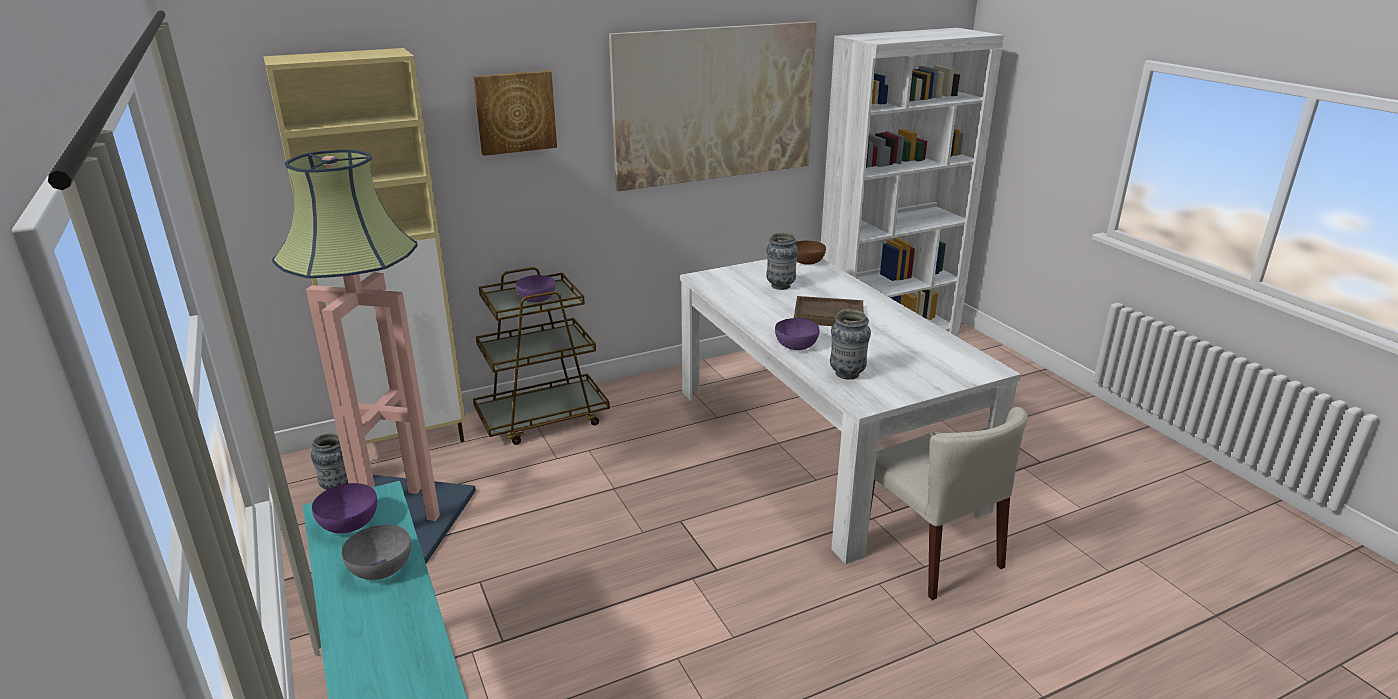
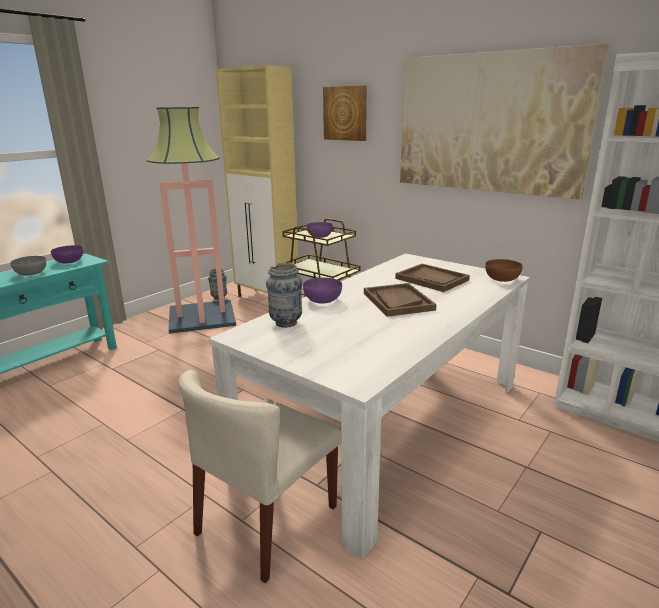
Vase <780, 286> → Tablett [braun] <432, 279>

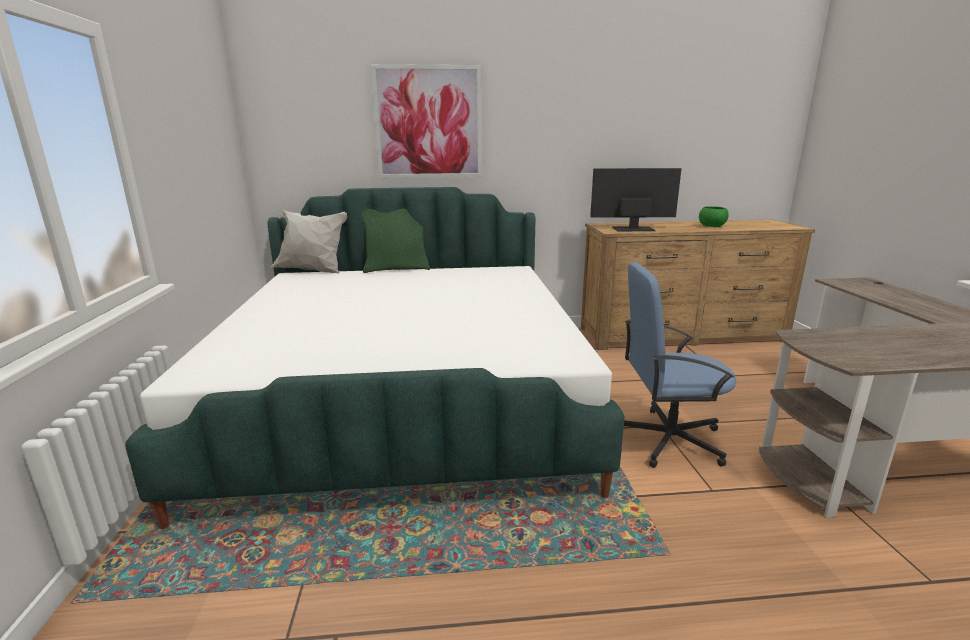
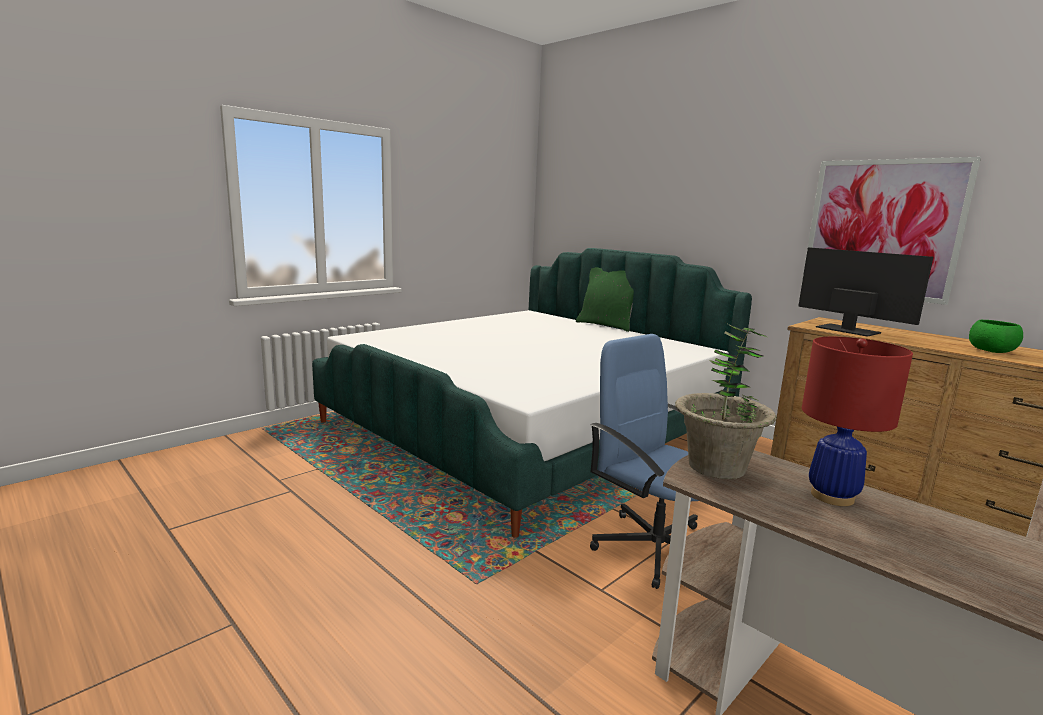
Bild <428, 123> → Bild <882, 229>, move
Kissen [weiß] <313, 271> → -
- → Topfpflanze <717, 467>
- → Tischlampe [rot] <831, 496>

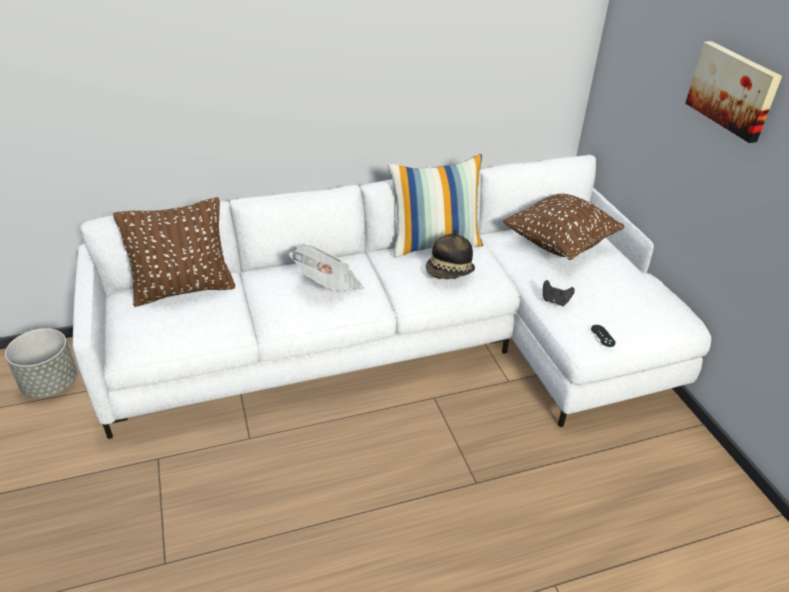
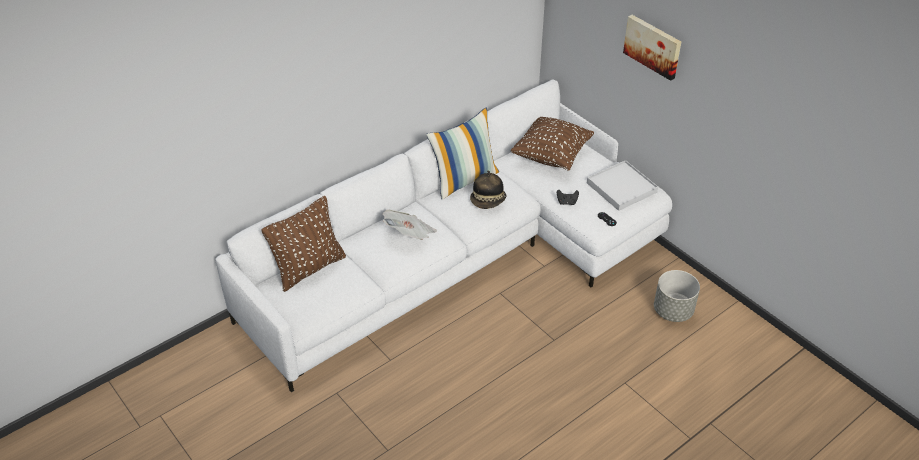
Pflanzkübel [grau] <51, 384> → Pflanzkübel [grau] <672, 310>, move
- → Tablett [weiß] <621, 188>

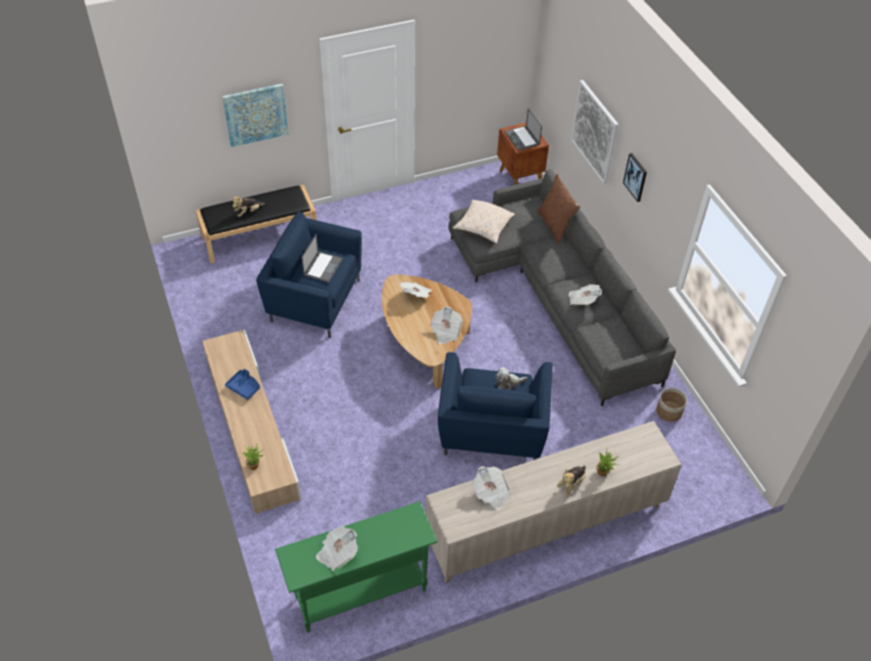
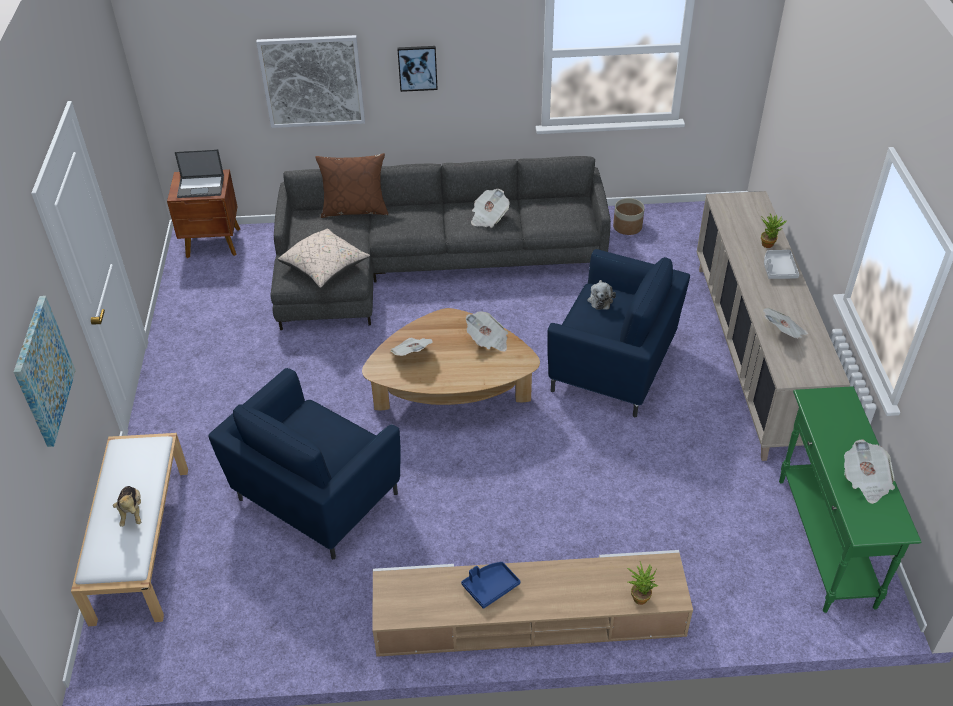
Bank [schwarz] <260, 235> → Bank [weiß] <140, 541>
Laptop <323, 266> → -
Plüschtier <571, 483> → Tablett [grau] <778, 269>

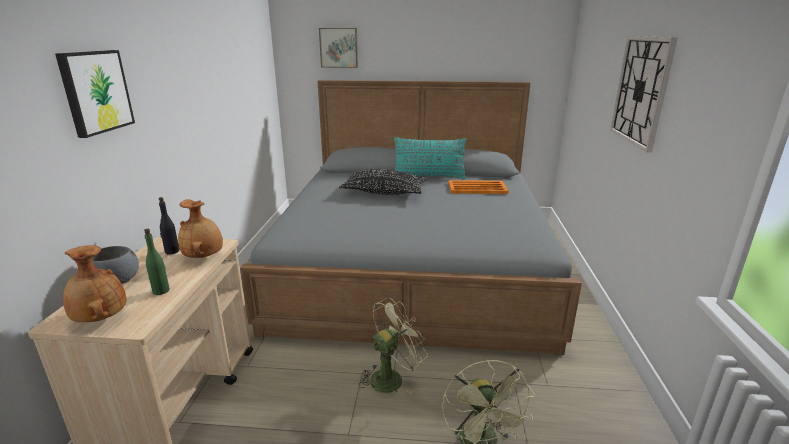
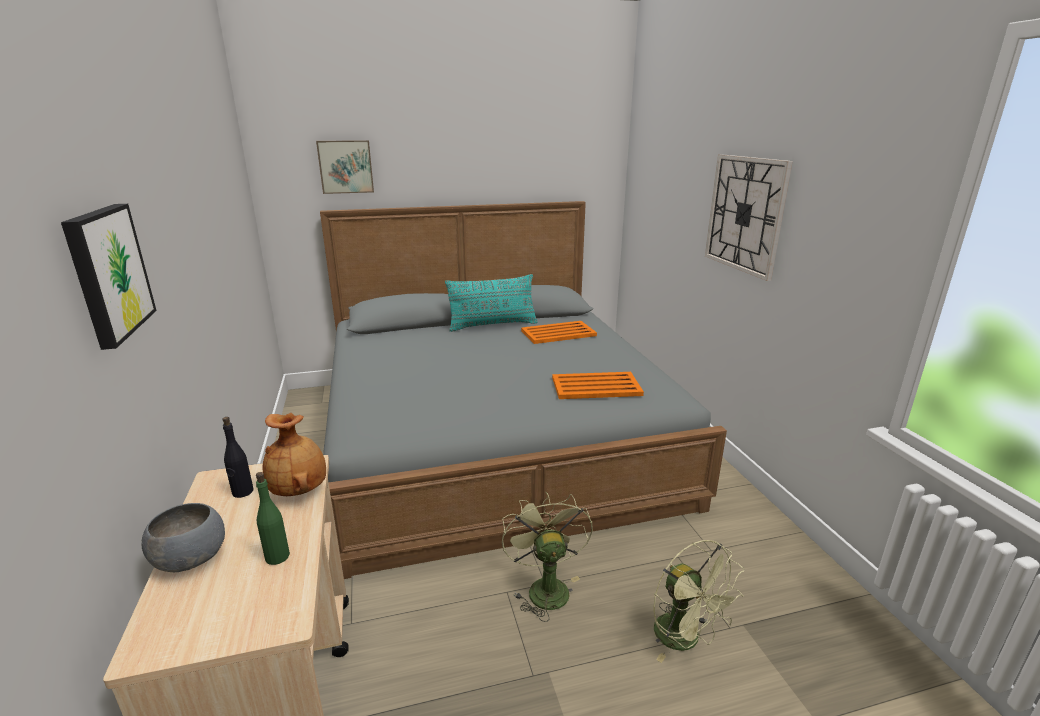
Kissen [schwarz] <384, 192> → -
Vase [braun] <100, 318> → -
Ventilator [grün] <391, 377> → Ventilator [grün] <544, 587>, 45 degrees counterclockwise
- → Tablett [orange] <595, 386>

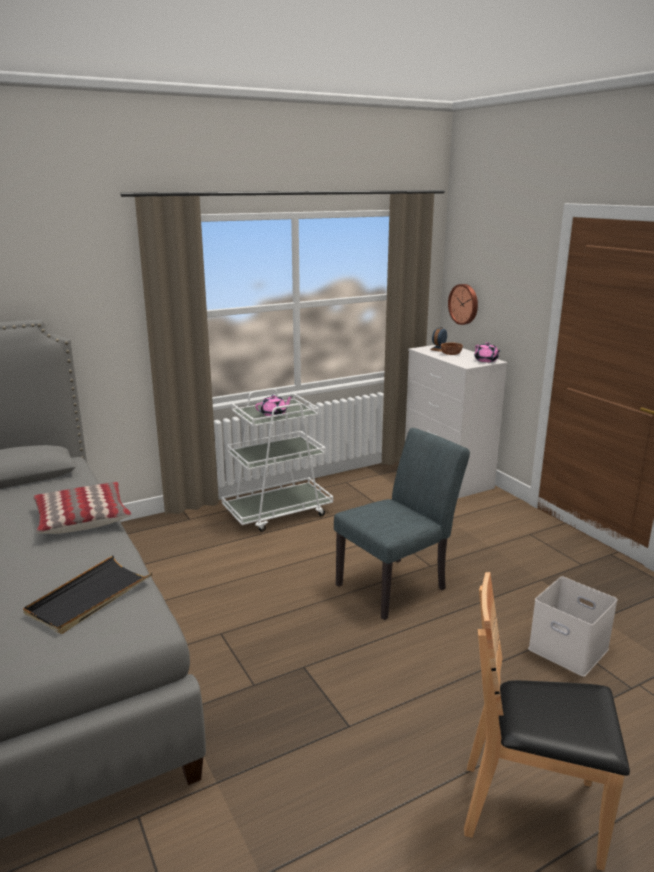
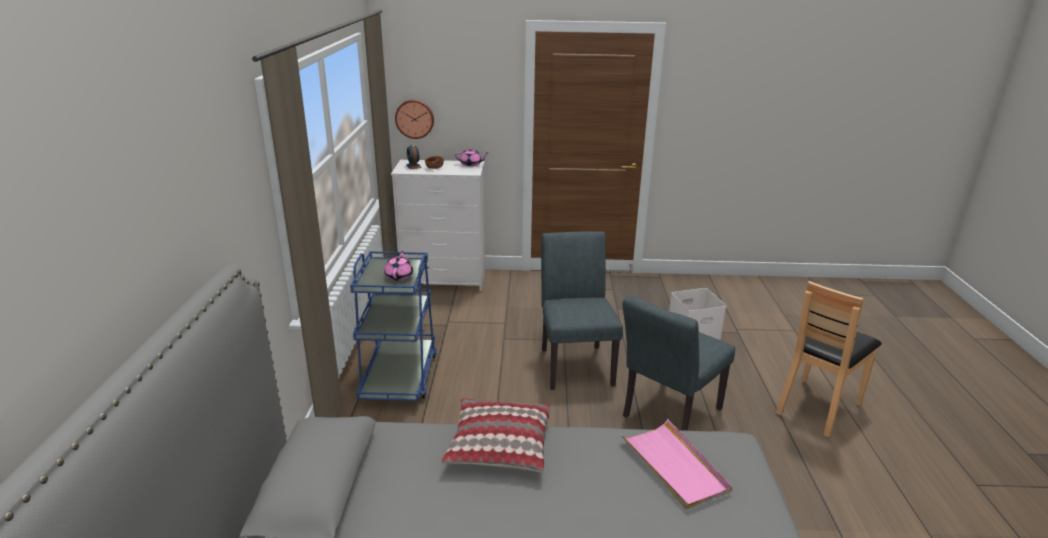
Rollwagen [weiß] <278, 512> → Rollwagen [blau] <399, 377>
Tablett [schwarz] <89, 597> → Tablett [rosa] <674, 466>
- → Stuhl [grau] <667, 416>

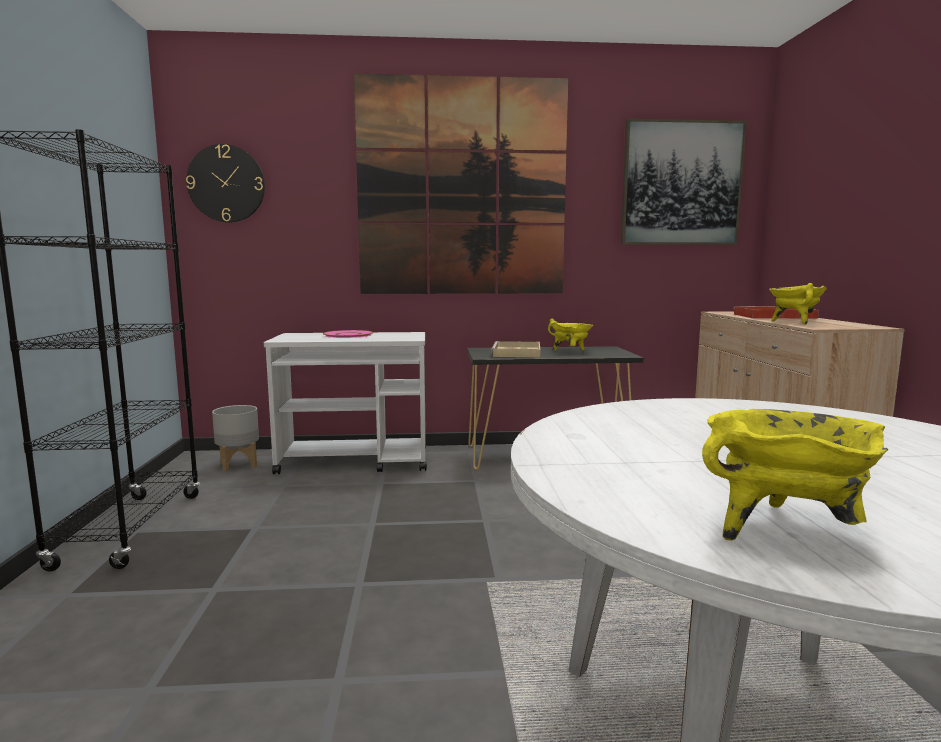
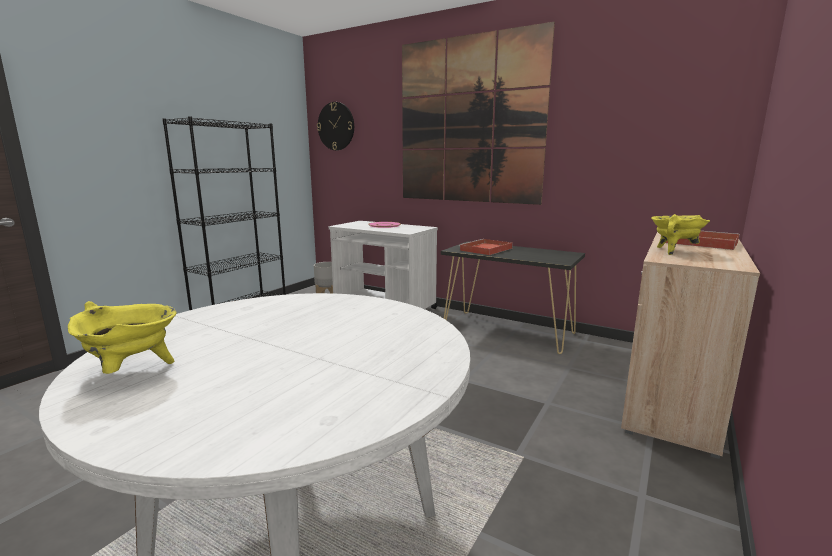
Bild <681, 184> → -
Kochtopf [gelb] <570, 351> → -
Tablett [beige] <517, 353> → Tablett [rot] <485, 249>

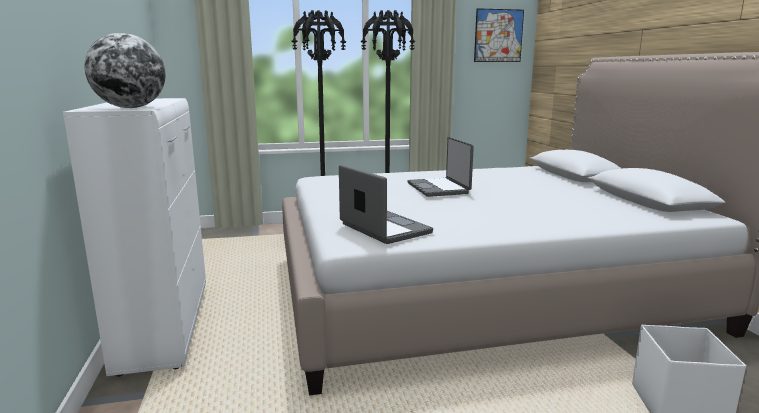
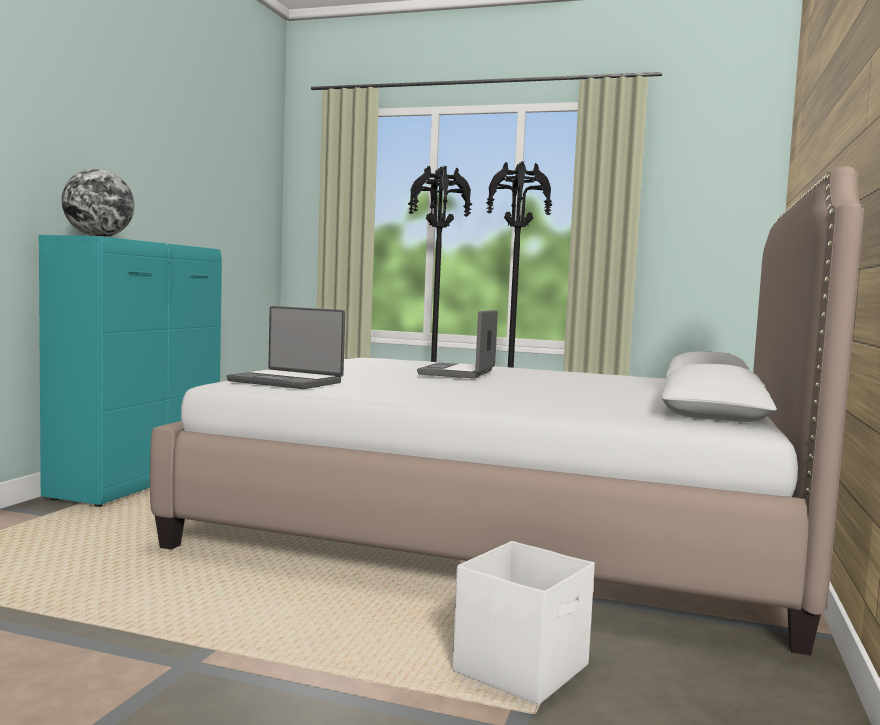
Bild <498, 35> → -
Schrank [weiß] <165, 327> → Schrank [türkis] <139, 482>
Laptop <383, 229> → Laptop <287, 381>, 120 degrees clockwise

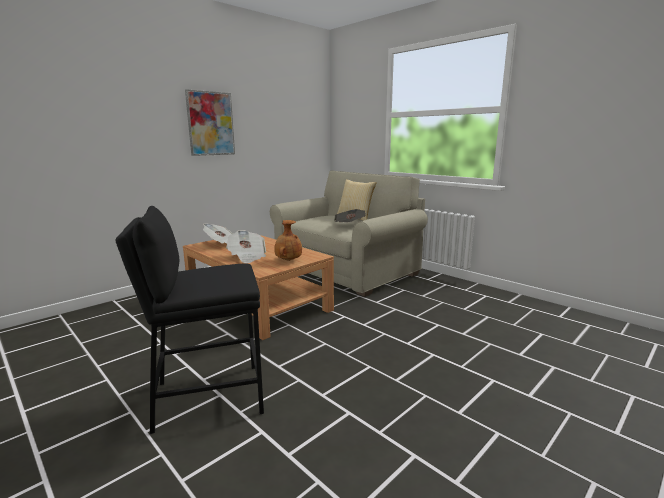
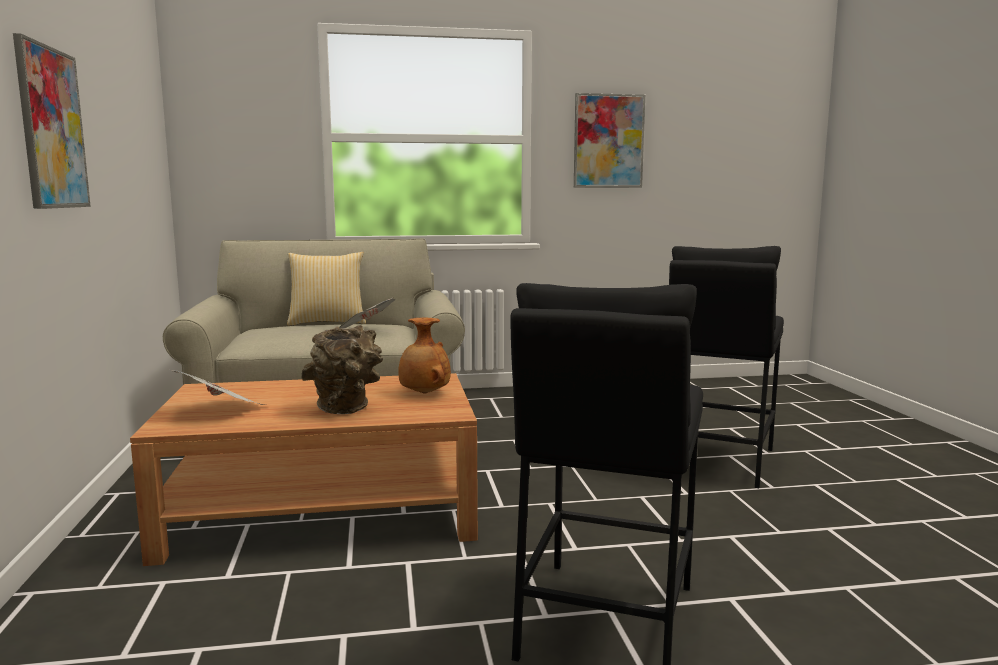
Zeitung <247, 257> → Vase [braun] <347, 409>
- → Bild <608, 141>
- → Hocker [schwarz] <717, 460>

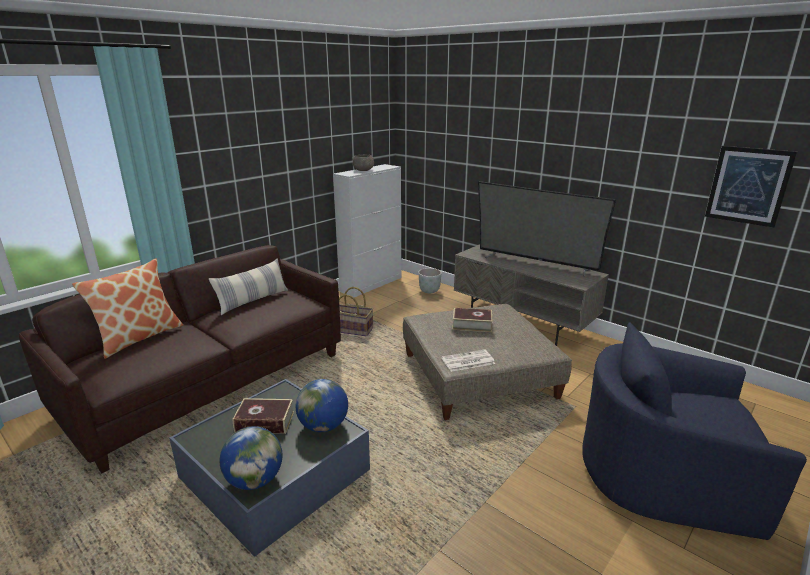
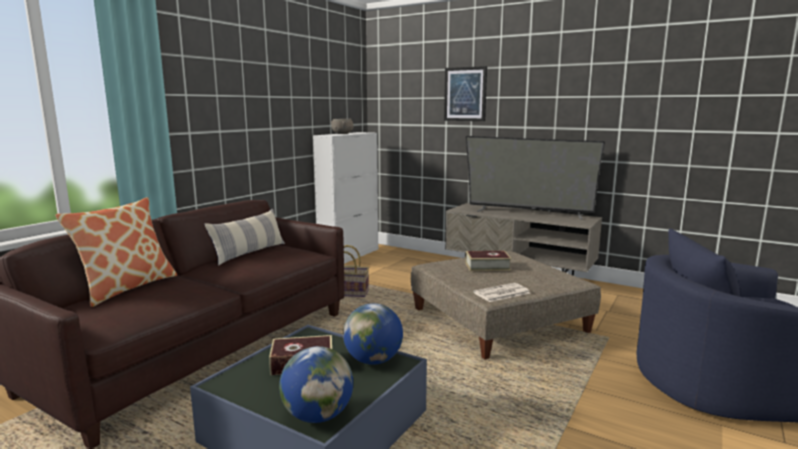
Bild <748, 185> → Bild <465, 94>, move
Pflanzkübel [grau] <429, 291> → -

